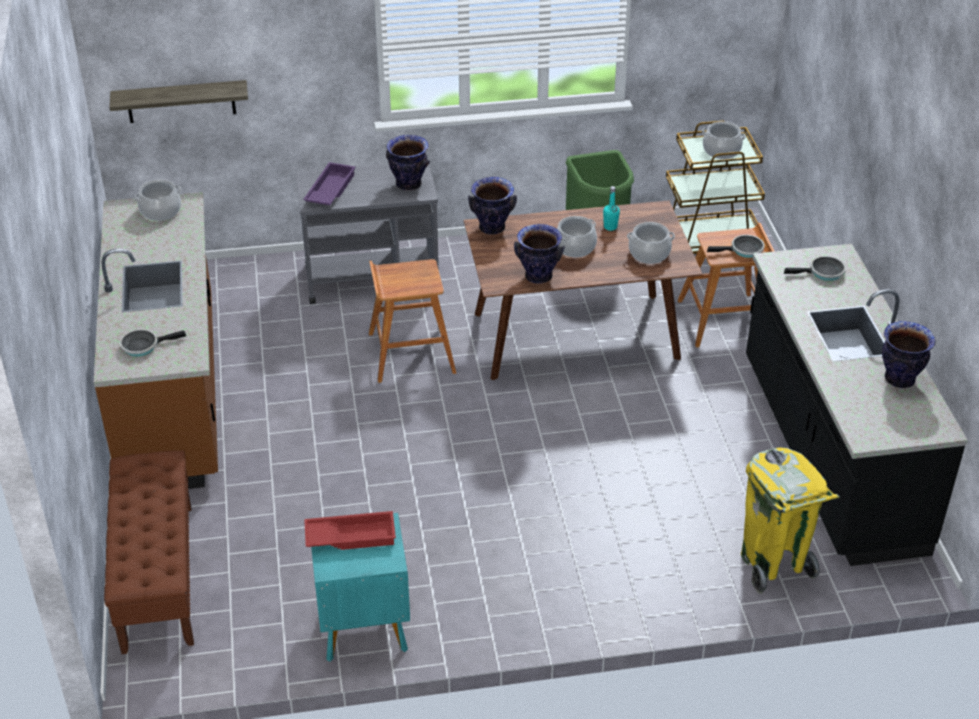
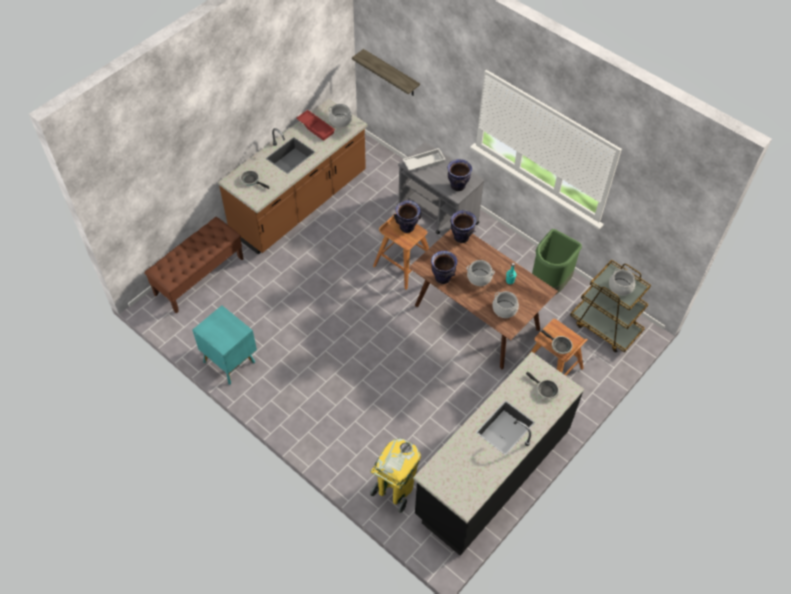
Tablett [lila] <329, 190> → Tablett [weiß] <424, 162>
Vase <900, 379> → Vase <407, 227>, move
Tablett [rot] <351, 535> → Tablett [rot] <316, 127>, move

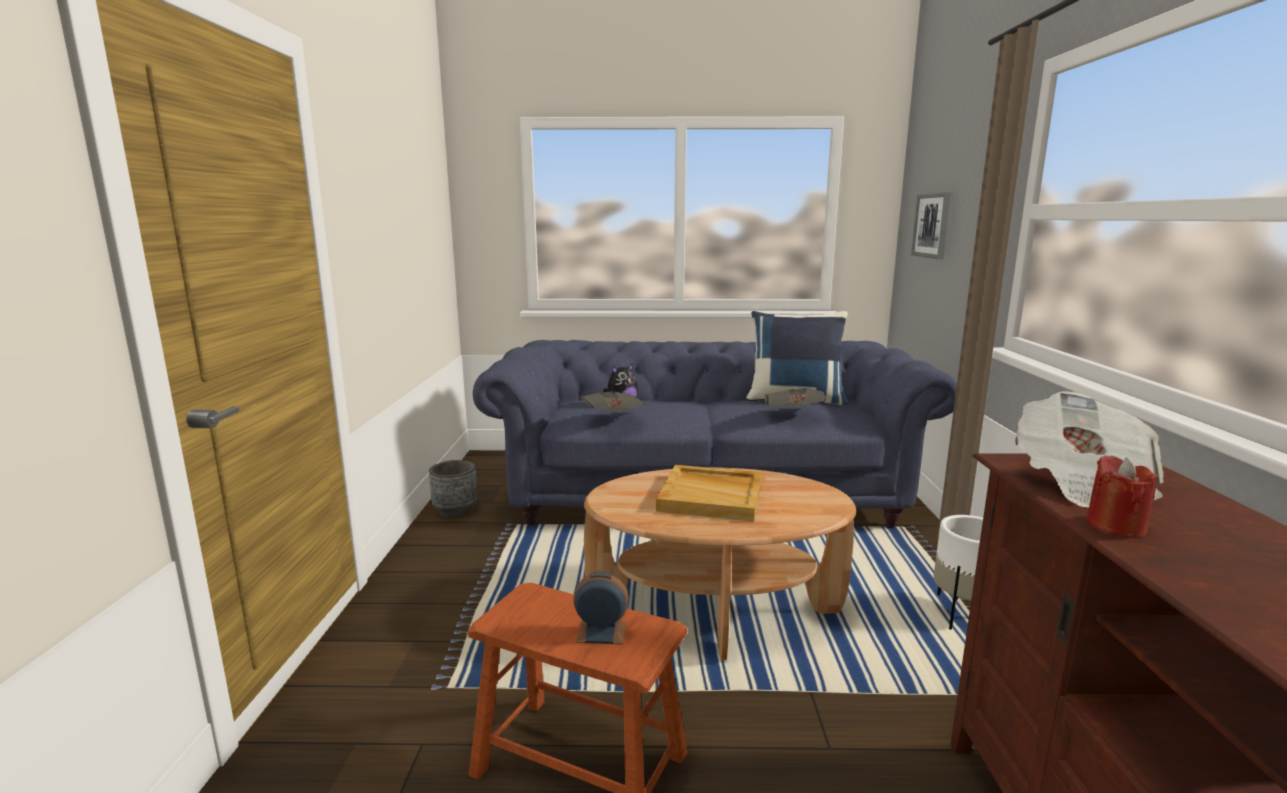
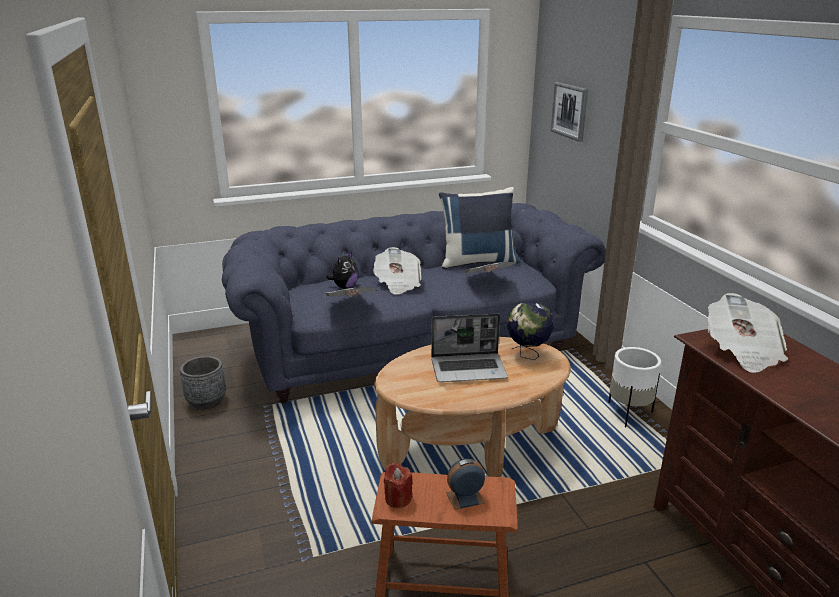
Kerze [rot] <1115, 526> → Kerze [rot] <398, 498>, move
Tablett [beige] <712, 496> → Laptop <469, 369>
- → Zeitung <397, 283>
- → Globus <527, 355>

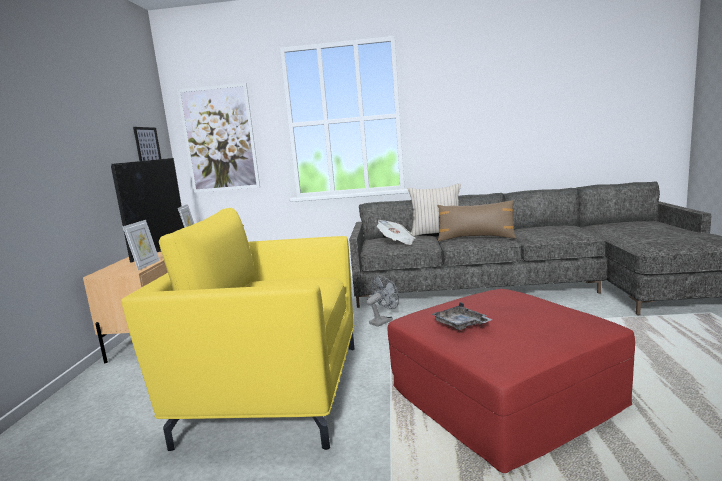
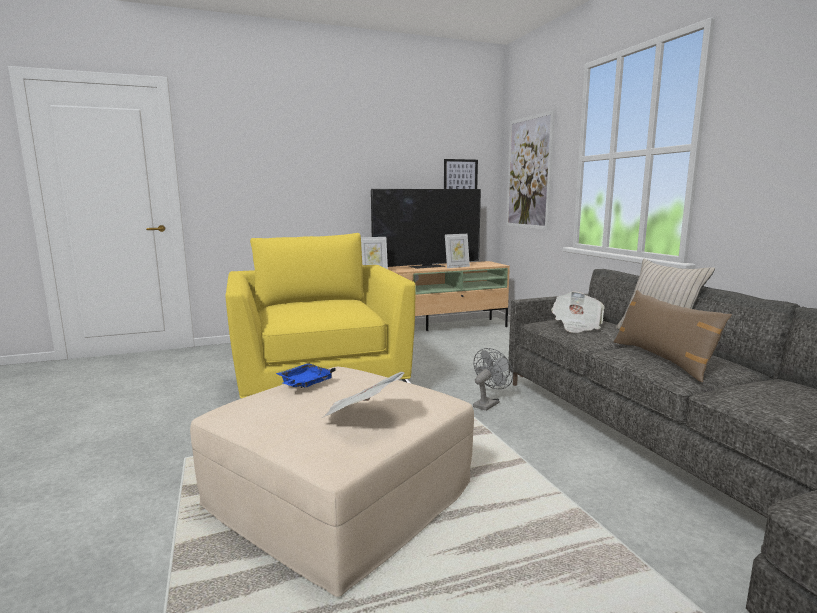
Ventilator [grau] <383, 321> → Ventilator [grau] <488, 403>, 75 degrees counterclockwise
Polsterhocker [rot] <504, 396> → Polsterhocker [beige] <340, 496>
Tablett [grau] <460, 324> → Tablett [blau] <304, 383>
- → Zeitung <362, 415>

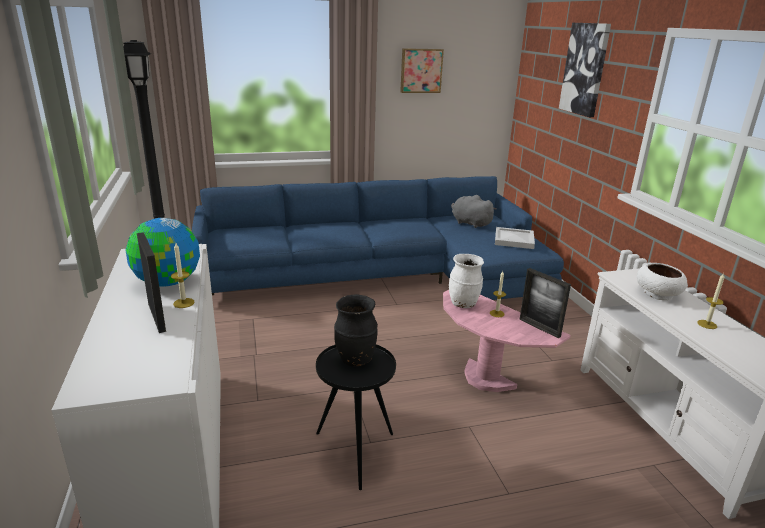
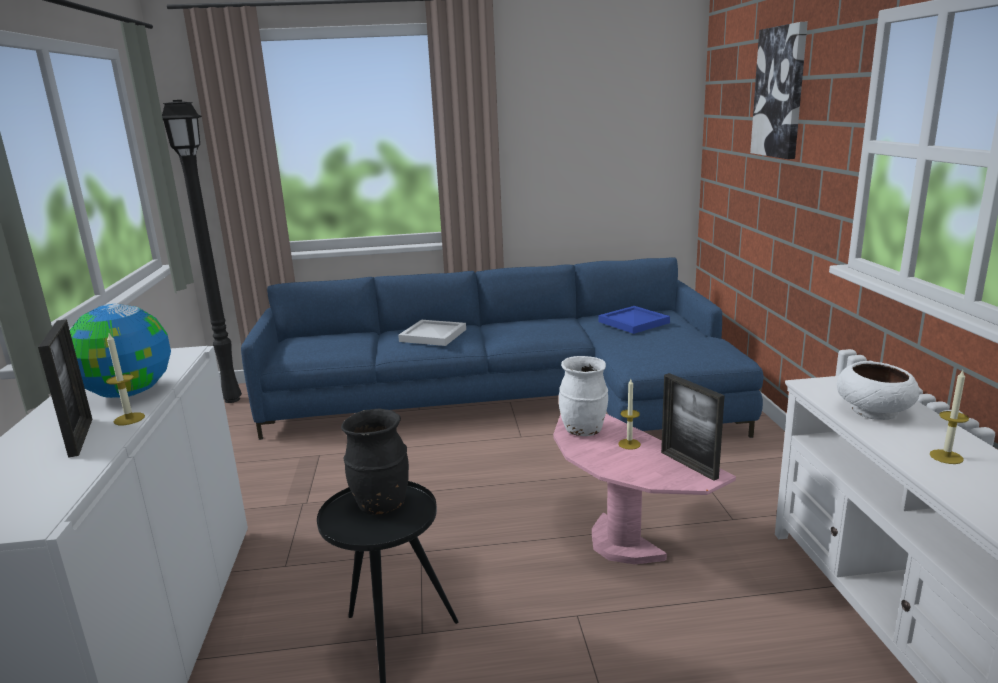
Bild <421, 70> → -
Plüschtier [grau] <469, 223> → Tablett [blau] <632, 322>
Tablett [weiß] <514, 240> → Tablett [weiß] <433, 336>, move

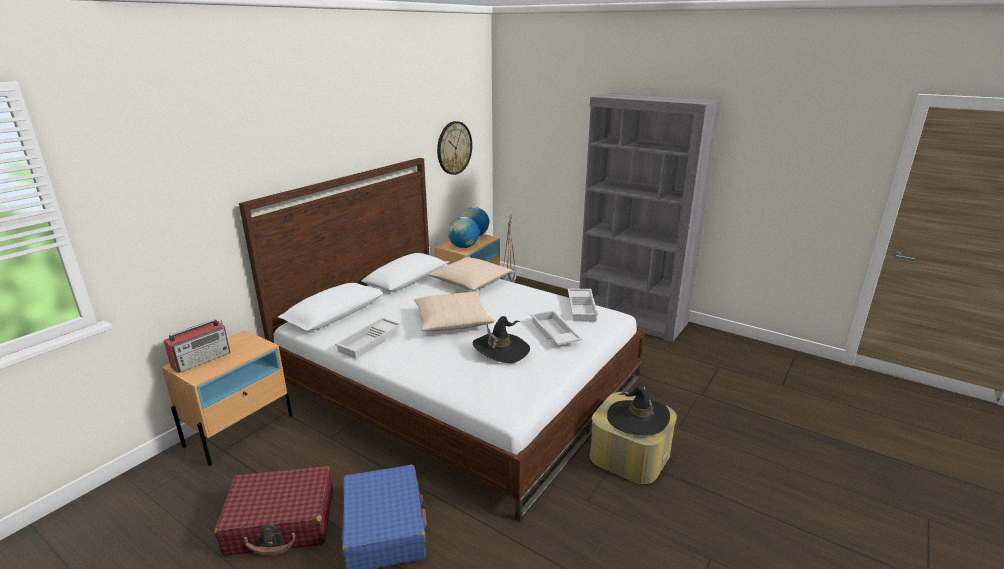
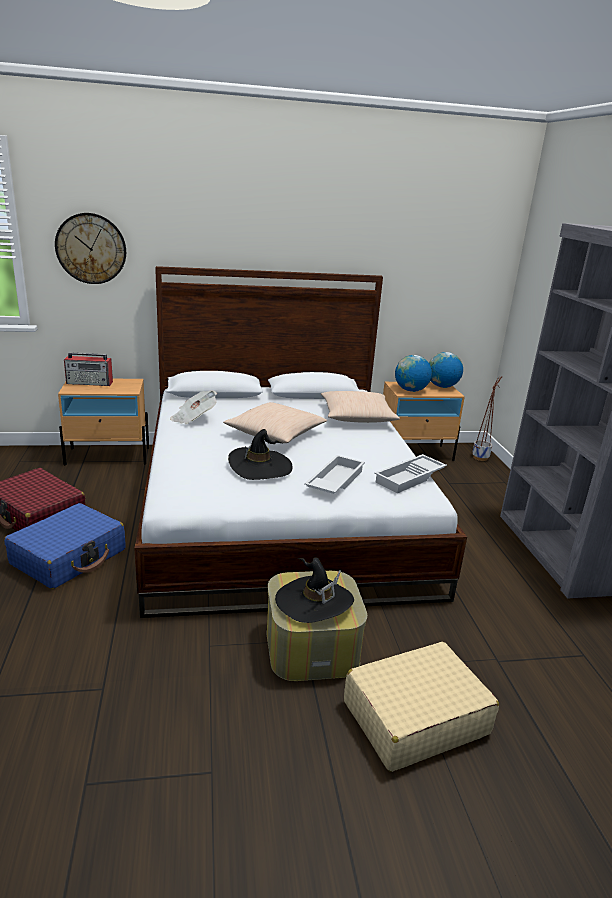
Wanduhr <454, 148> → Wanduhr <91, 248>, move
Tablett [weiß] <370, 342> → Zeitung <193, 419>
- → Koffer [beige] <414, 717>

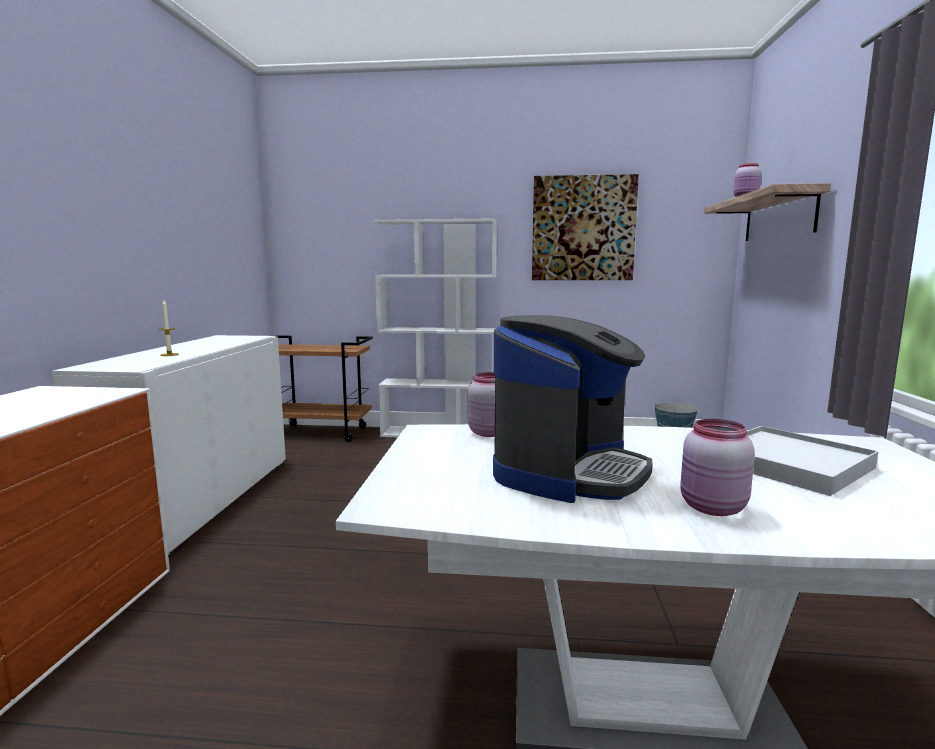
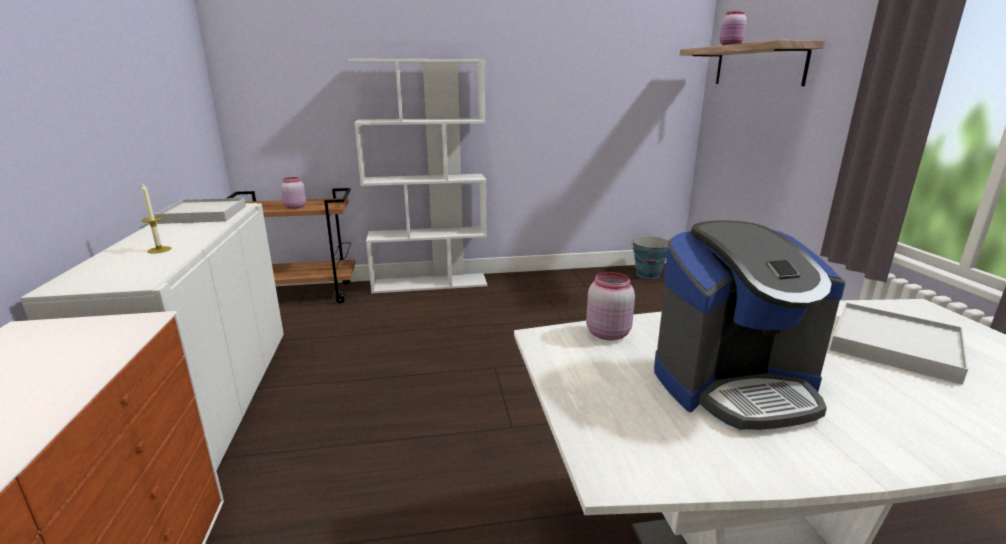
Bild <583, 228> → -
Kaffeemaschine <569, 472> → Kaffeemaschine <734, 385>, 60 degrees clockwise
Vorratsglas [rosa] <711, 508> → Vorratsglas [rosa] <294, 207>, move
- → Tablett [weiß] <203, 214>

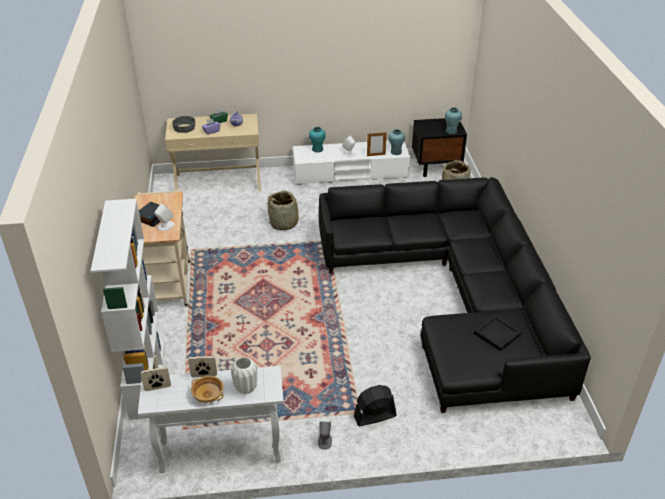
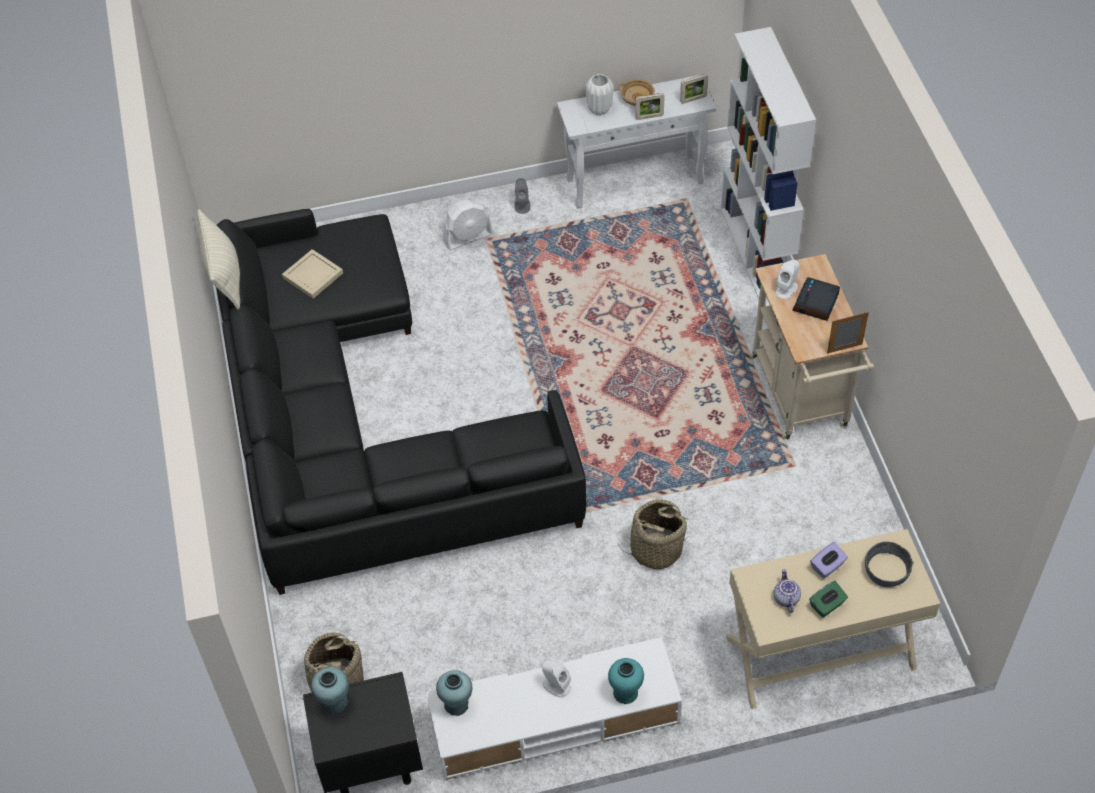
Bilderrahmen <376, 155> → Bilderrahmen <844, 348>, move
Tablett [schwarz] <497, 335> → Tablett [beige] <313, 275>
Ventilator [schwarz] <374, 416> → Ventilator [weiß] <468, 237>
- → Kissen [beige] <224, 275>

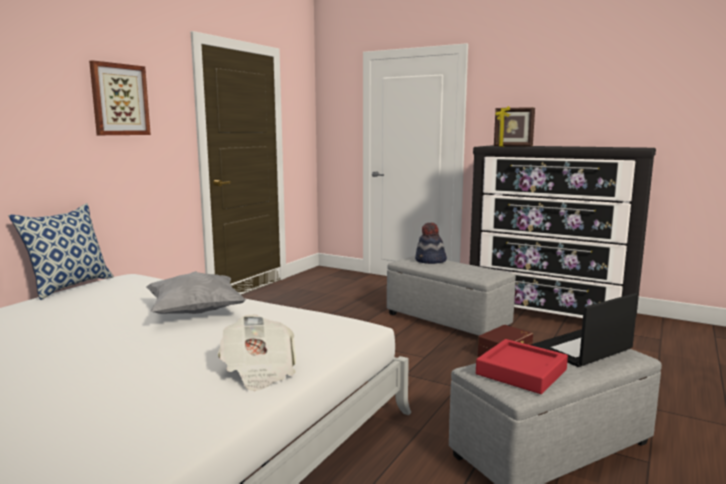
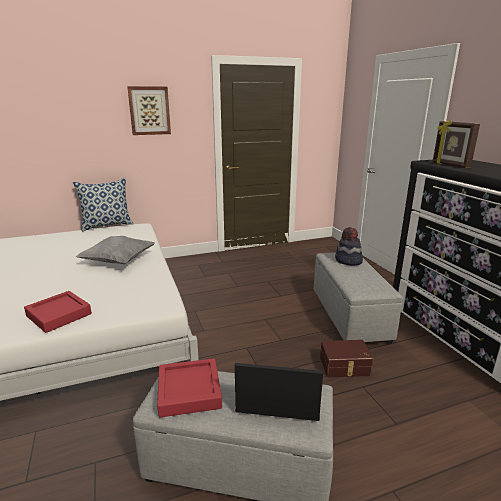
Zeitung <259, 371> → Tablett [rot] <59, 315>

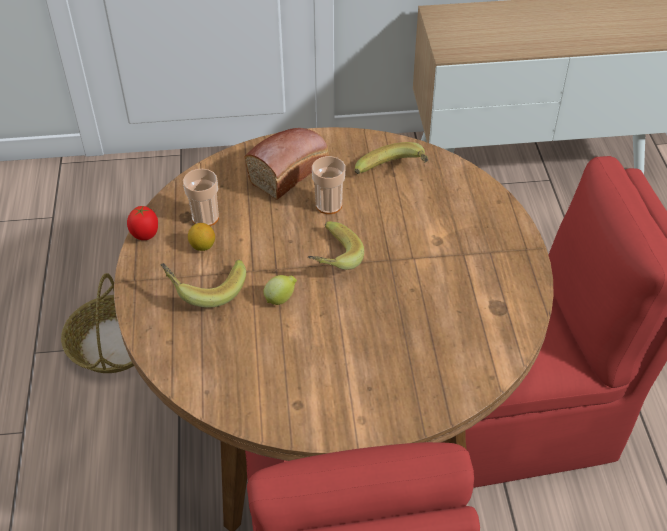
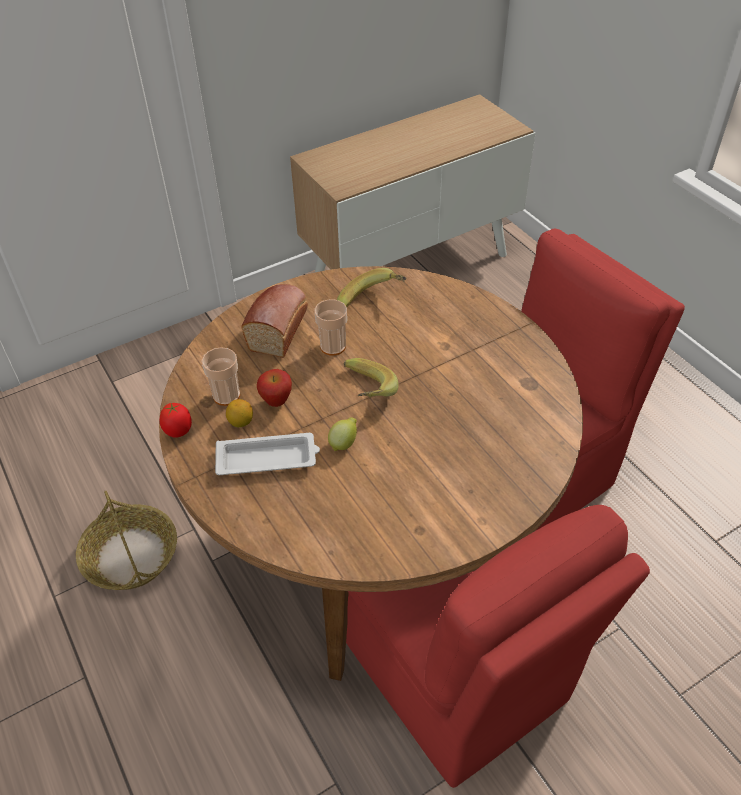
Banane <206, 288> → Tablett [weiß] <268, 459>
- → Apfel <276, 402>

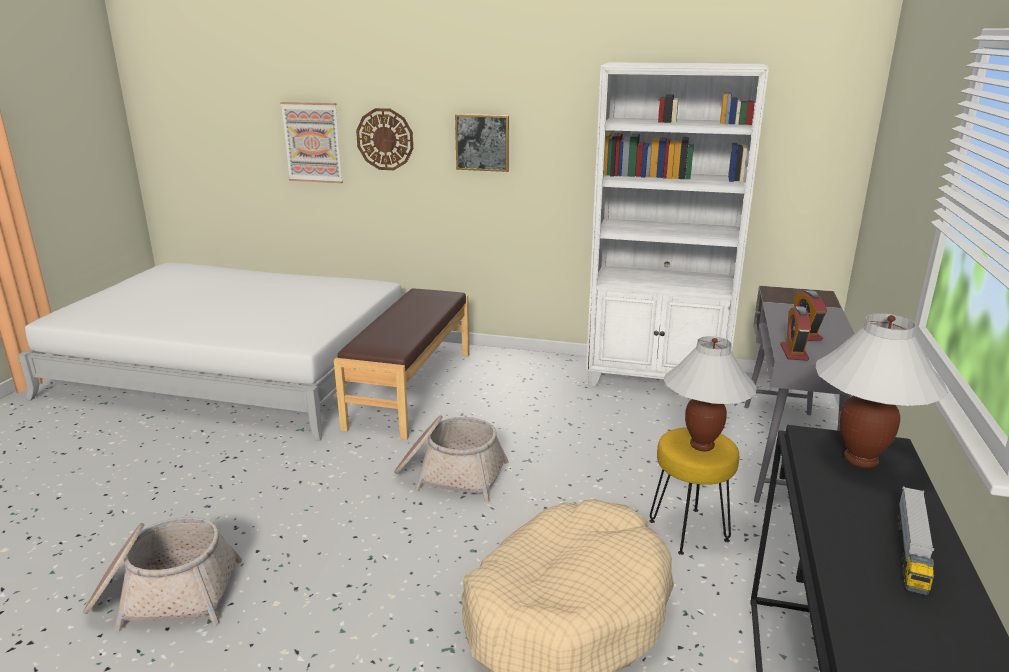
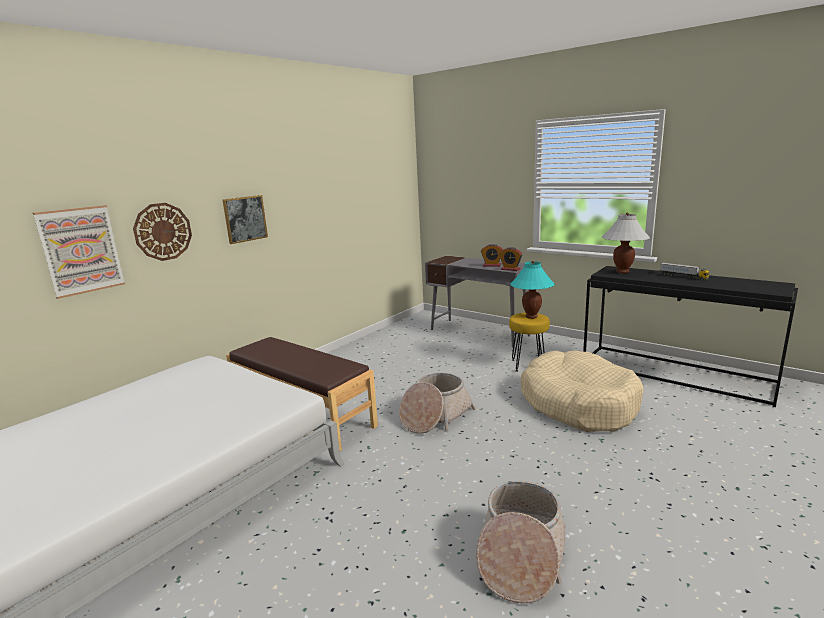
Bücherregal [weiß] <657, 379> → -
Tischlampe [weiß] <701, 445> → Tischlampe [türkis] <531, 317>

